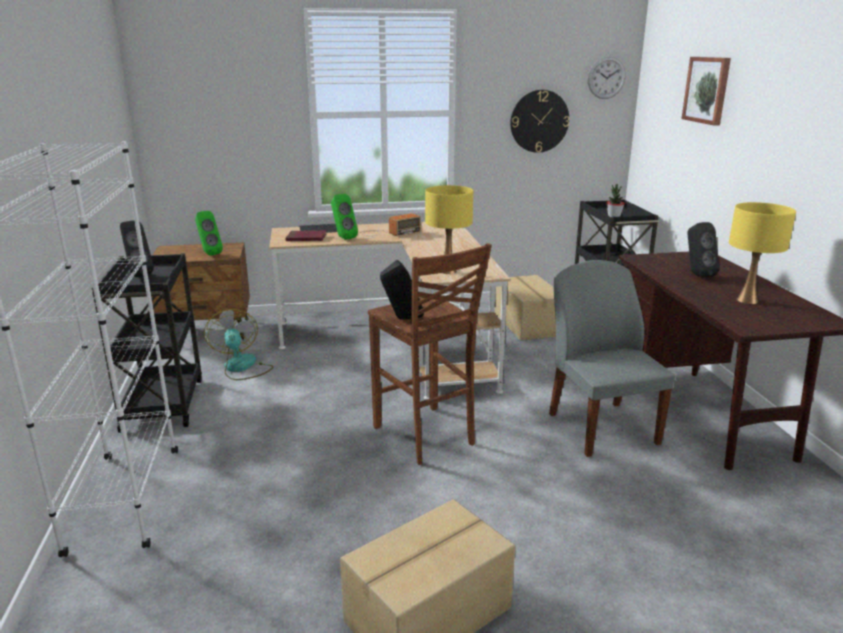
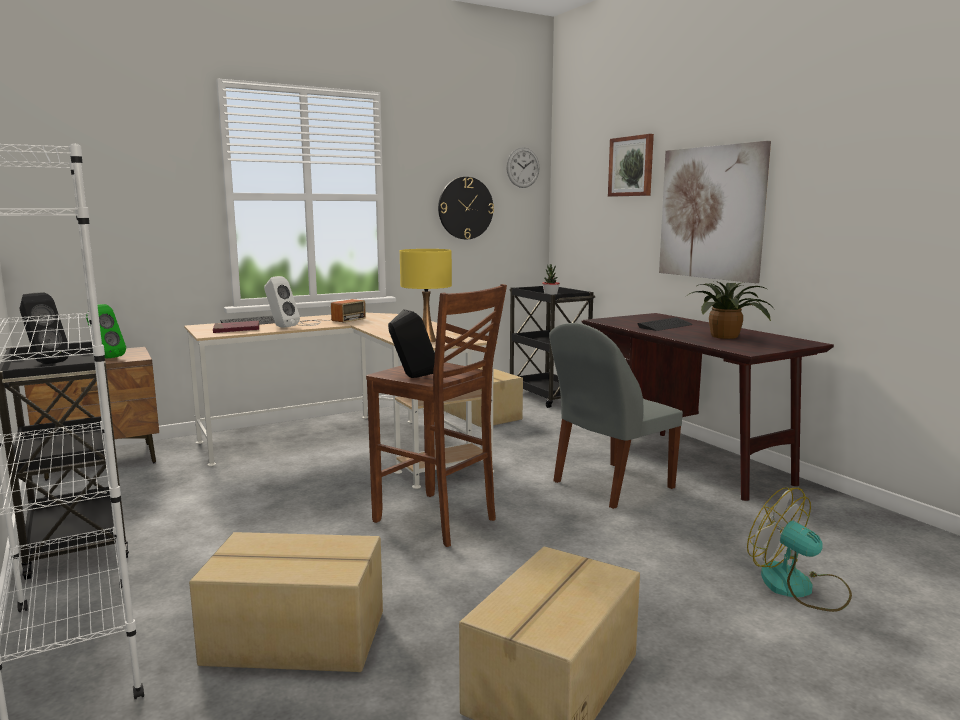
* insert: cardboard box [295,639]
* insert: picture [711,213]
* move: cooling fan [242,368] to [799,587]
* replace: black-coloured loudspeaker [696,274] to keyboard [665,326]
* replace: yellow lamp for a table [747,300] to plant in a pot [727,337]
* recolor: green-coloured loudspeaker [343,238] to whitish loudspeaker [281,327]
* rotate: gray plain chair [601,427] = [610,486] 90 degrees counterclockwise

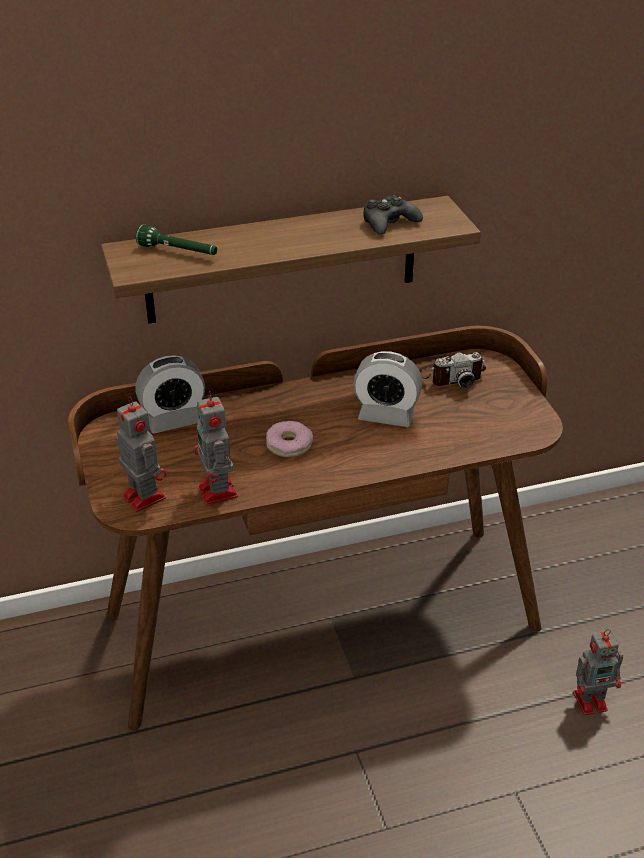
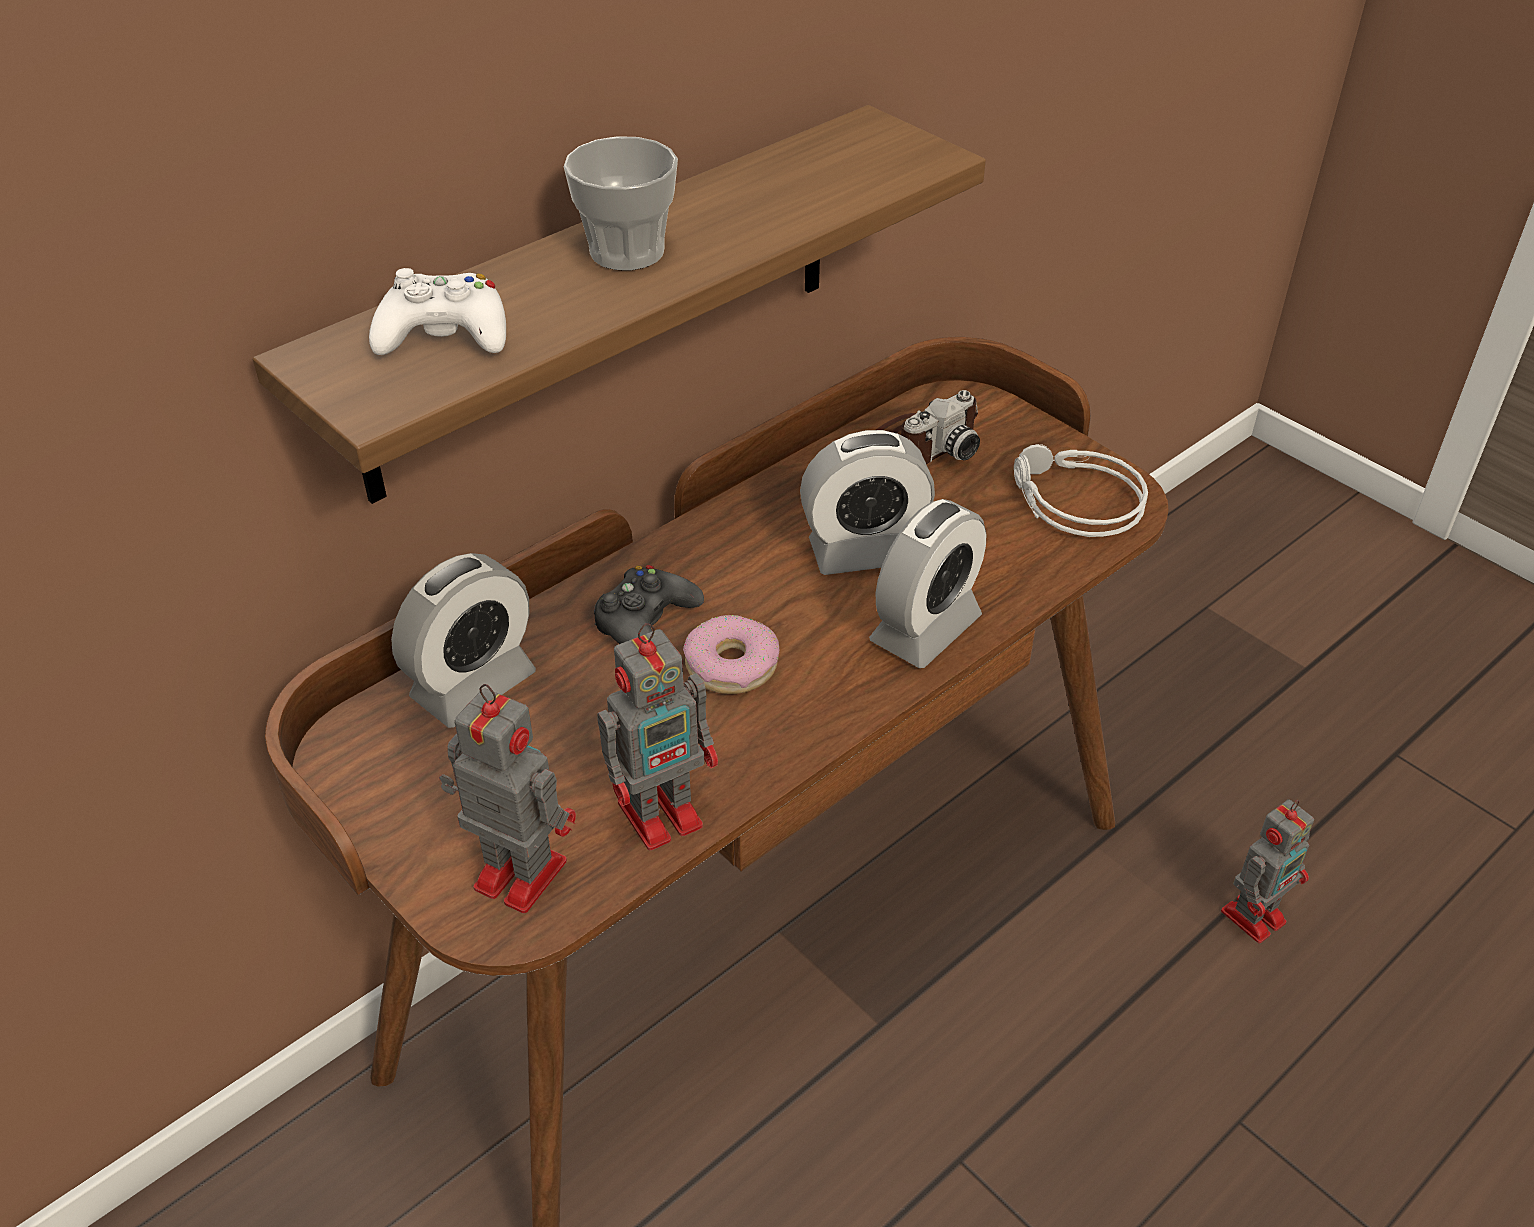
* insert: drinking cup [627,252]
* insert: bedside clock [925,629]
* insert: gray headset [1071,503]
* move: black-coloured gamepad [389,223] to [645,622]
* replace: green-coloured flashlight [178,252] to whitish gamepad [444,334]
* rotate: robot figure [218,493] = [664,812] 75 degrees counterclockwise

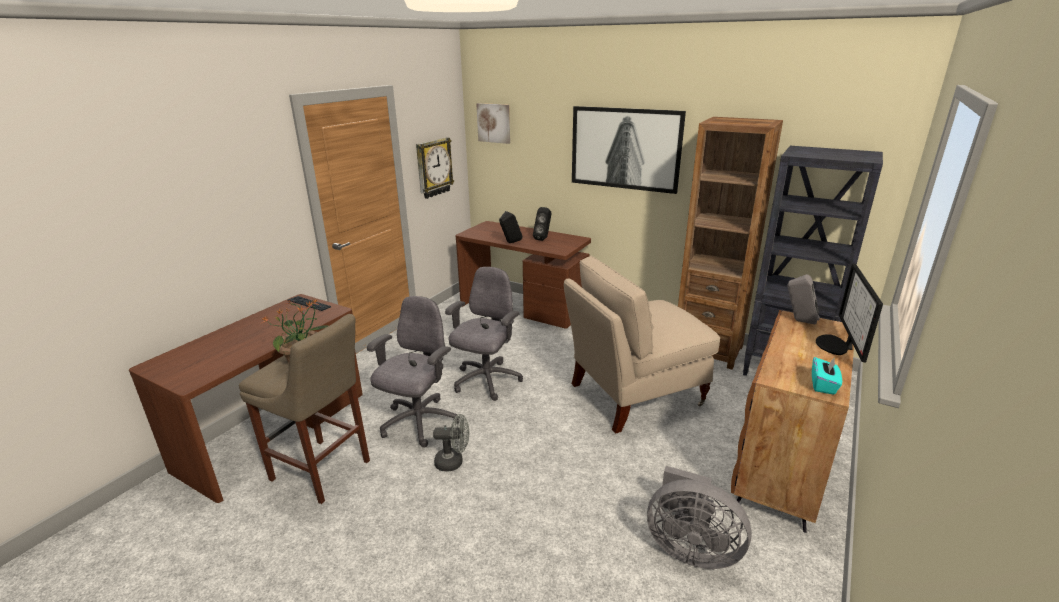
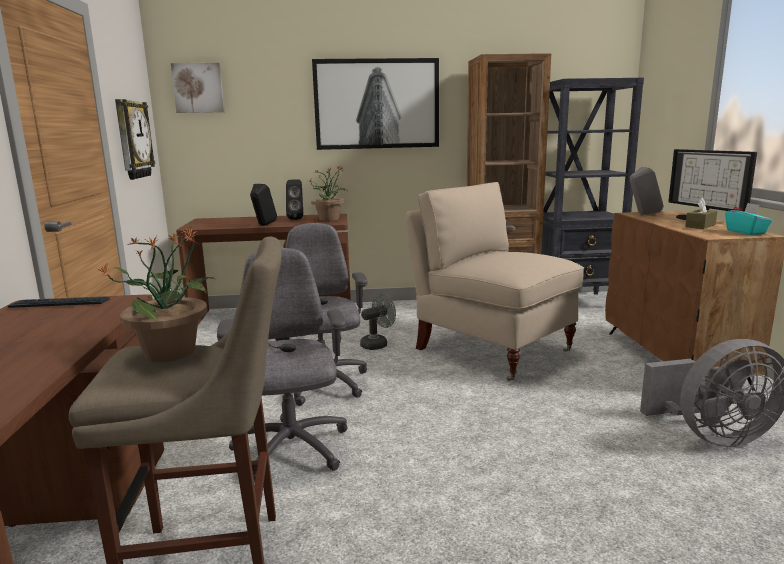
* insert: plant in a pot [329,219]
* insert: brown tissue box [700,226]
* move: gray cooling fan [454,462] to [377,344]
* rotate: beige plain chair [634,395] = [491,349] 105 degrees clockwise

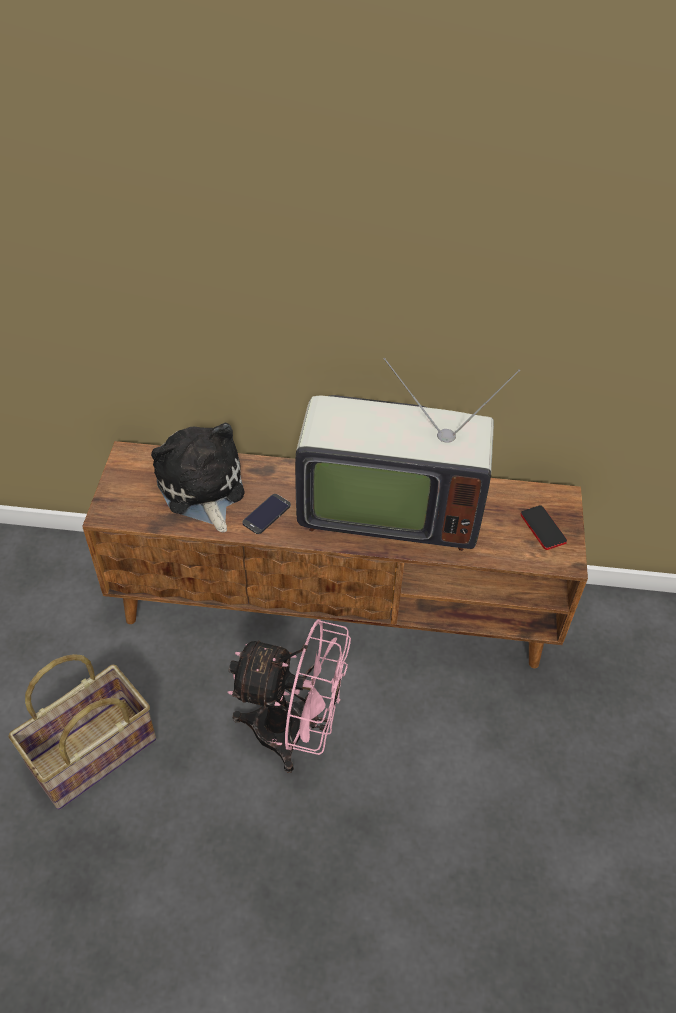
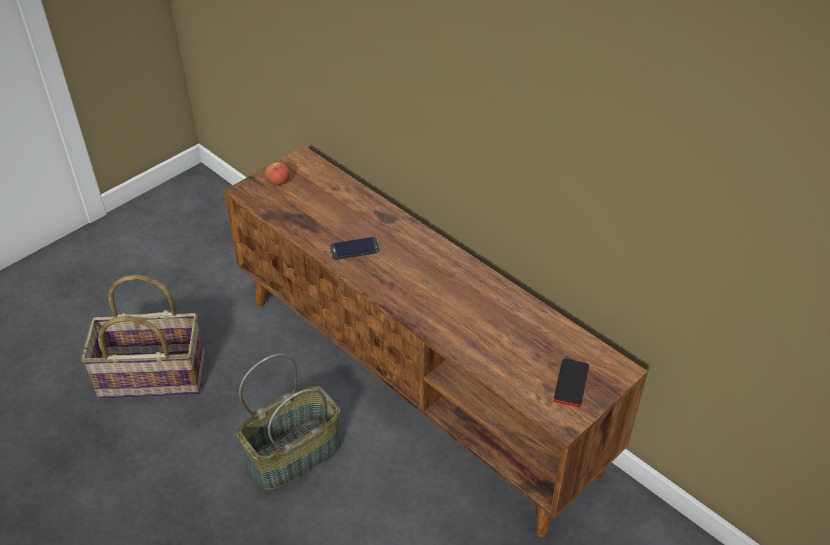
* delete: plush toy [202,489]
* delete: TV [387,508]
* insert: whole apple [278,181]
* replace: pinkish cooling fan [294,732] to storage basket [294,453]

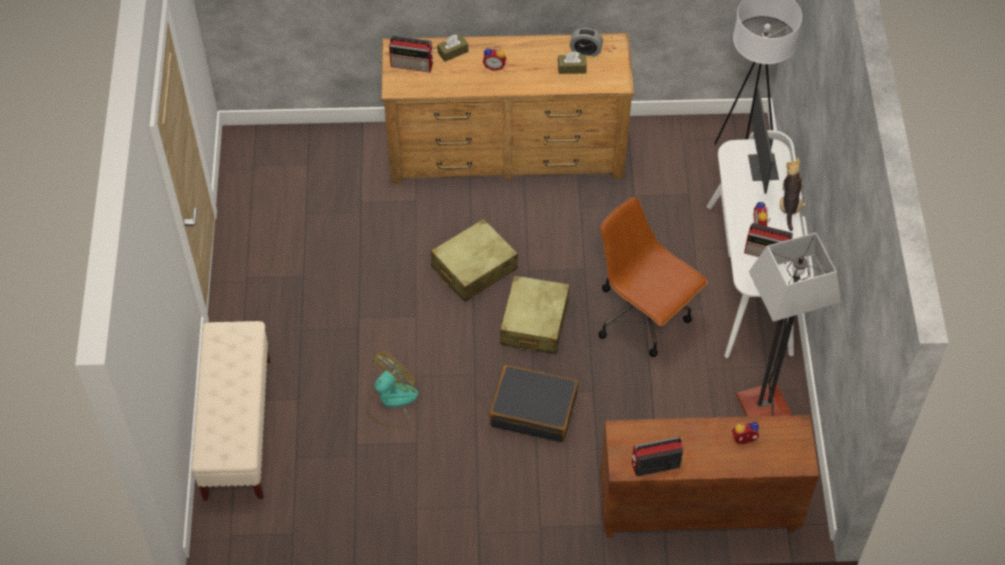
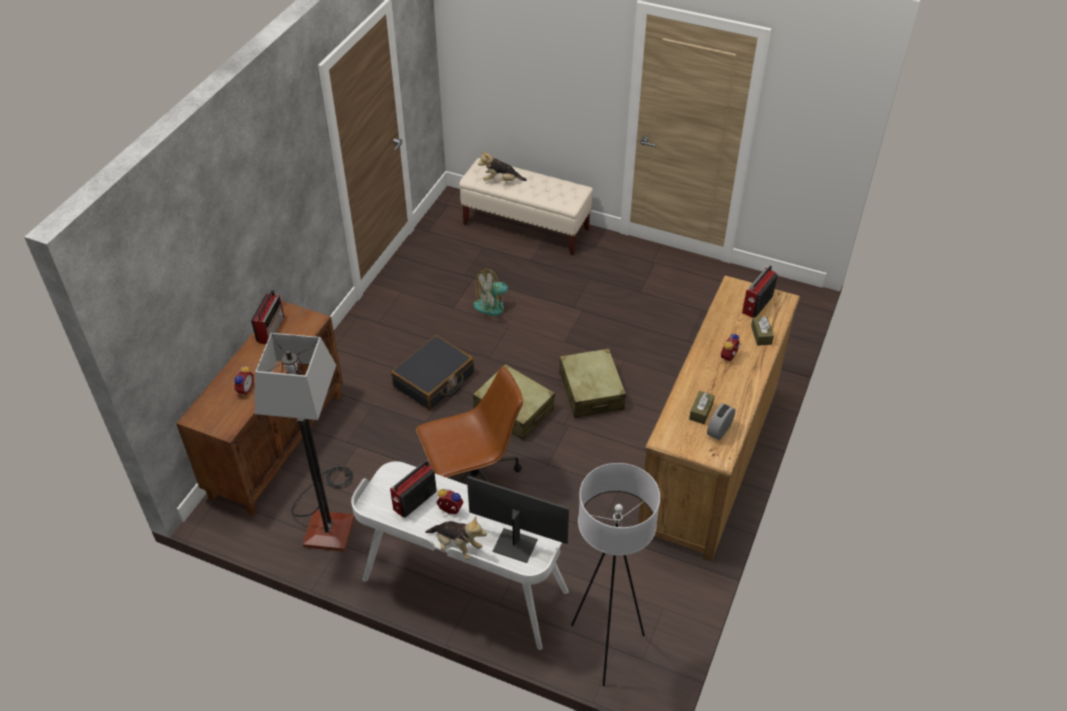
* insert: plush toy [501,181]
* rotate: cooling fan [391,401] = [496,305] 90 degrees clockwise

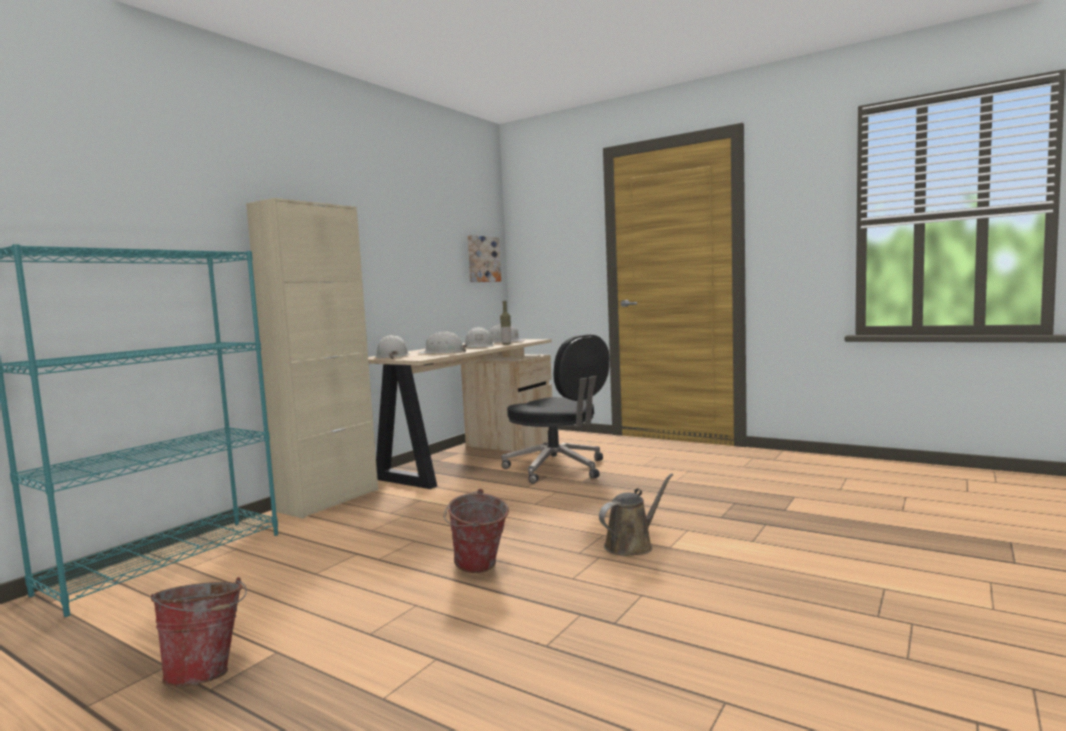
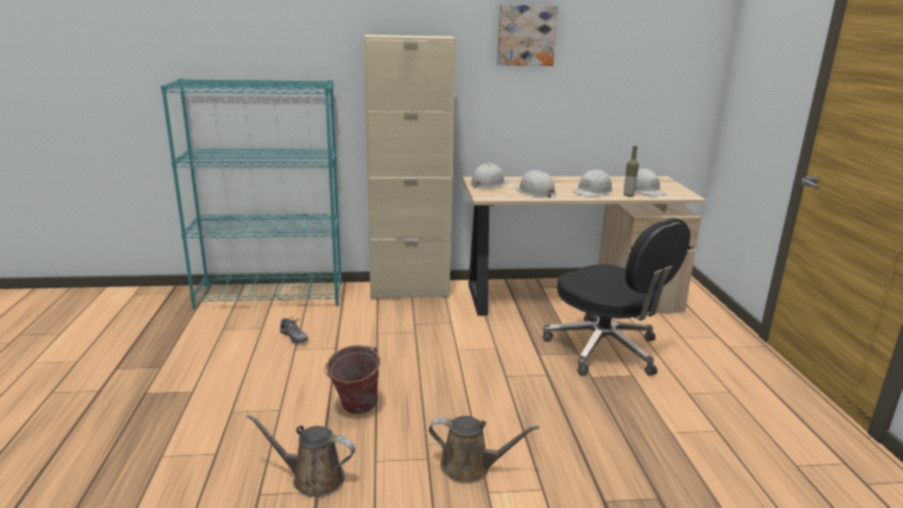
* delete: bucket [207,672]
* insert: brown watering can [313,478]
* insert: item of footwear [294,337]
* move: picture [482,259] to [526,35]
* rotate: black-coloured desk chair [558,469] = [605,350] 45 degrees counterclockwise

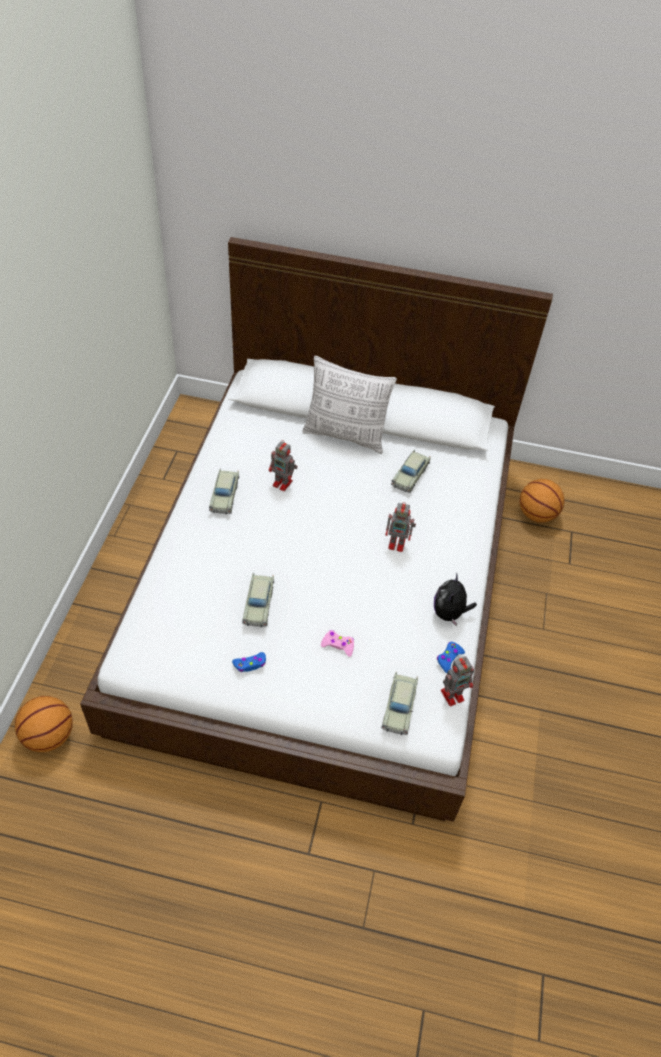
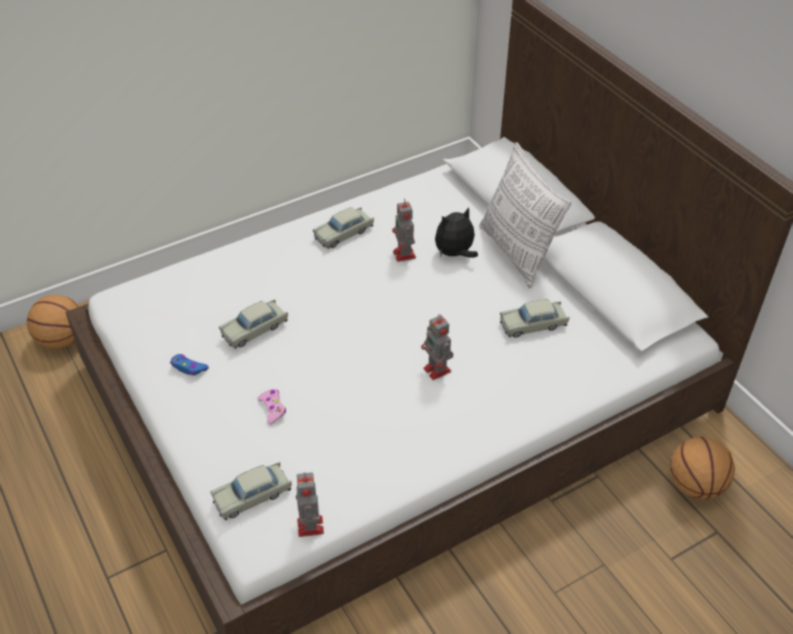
* delete: blue-coloured gamepad [449,658]
* move: plush toy [449,613] to [455,254]
* rotate: robot figure [453,695] = [310,527] 60 degrees clockwise

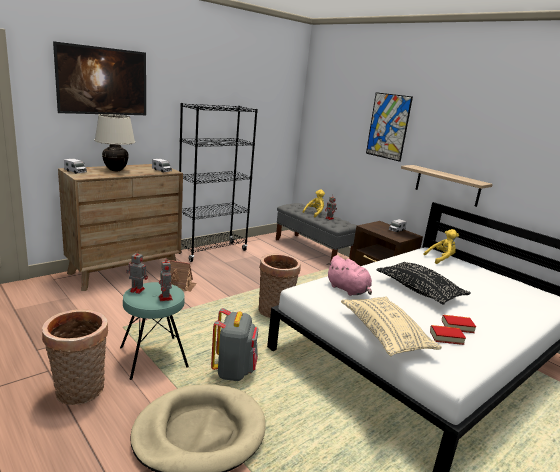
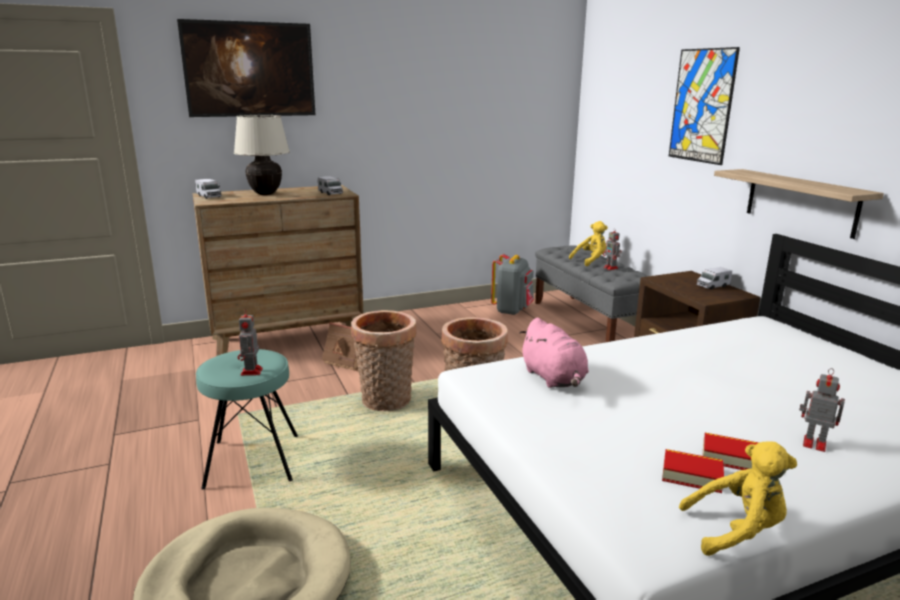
* delete: black-coloured shelving unit [212,252]
* delete: beige throw pillow [385,334]
* delete: black-coloured throw pillow [419,290]
* move: storage basket [79,392] to [385,402]
* move: robot figure [136,290] to [812,443]
* move: gray knapsack [234,371] to [512,310]
* move: yellow plush toy [441,259] to [736,531]

